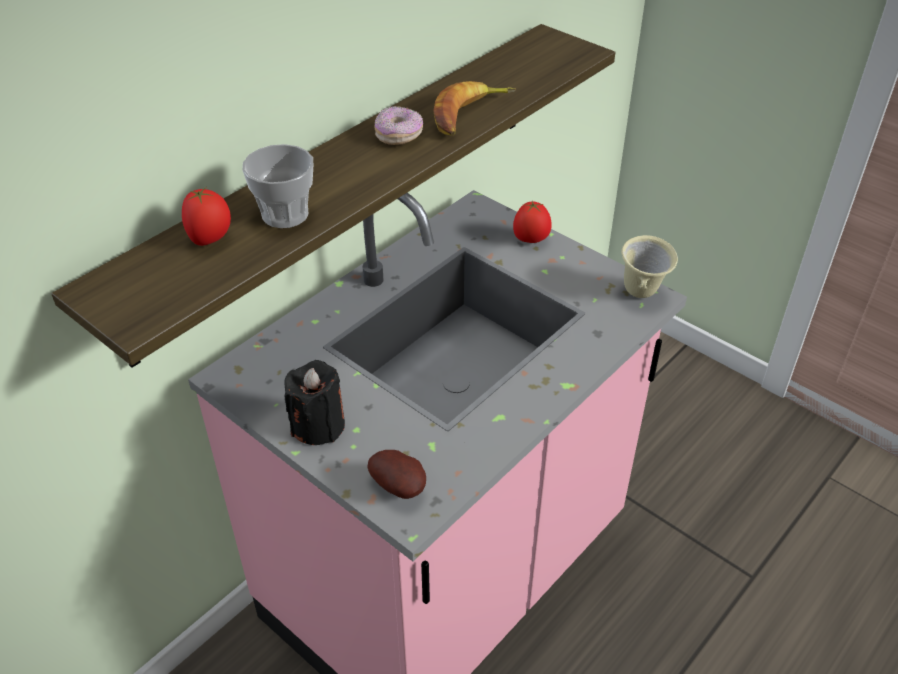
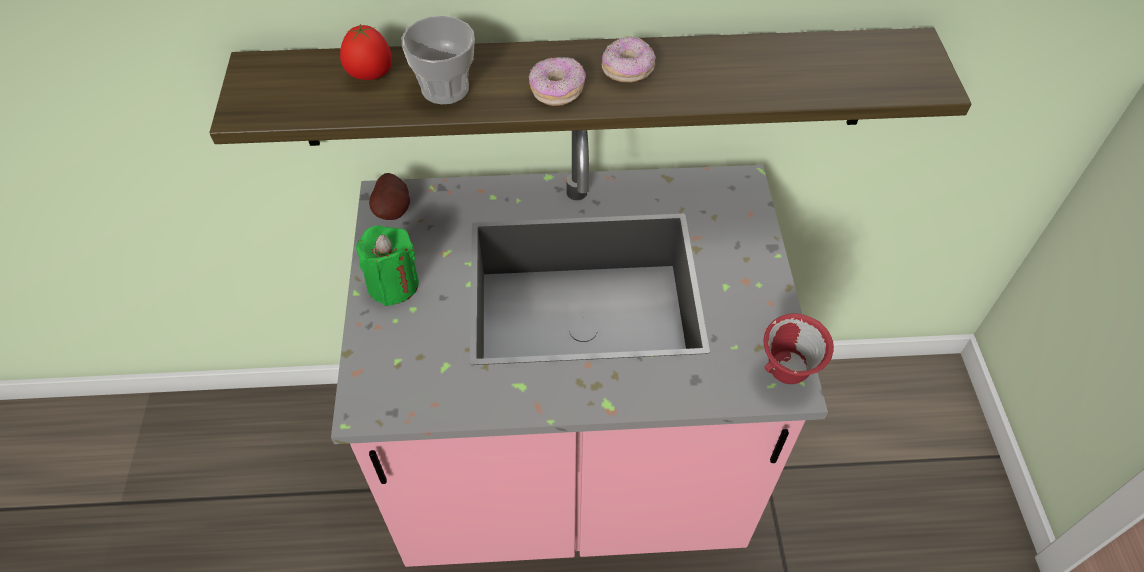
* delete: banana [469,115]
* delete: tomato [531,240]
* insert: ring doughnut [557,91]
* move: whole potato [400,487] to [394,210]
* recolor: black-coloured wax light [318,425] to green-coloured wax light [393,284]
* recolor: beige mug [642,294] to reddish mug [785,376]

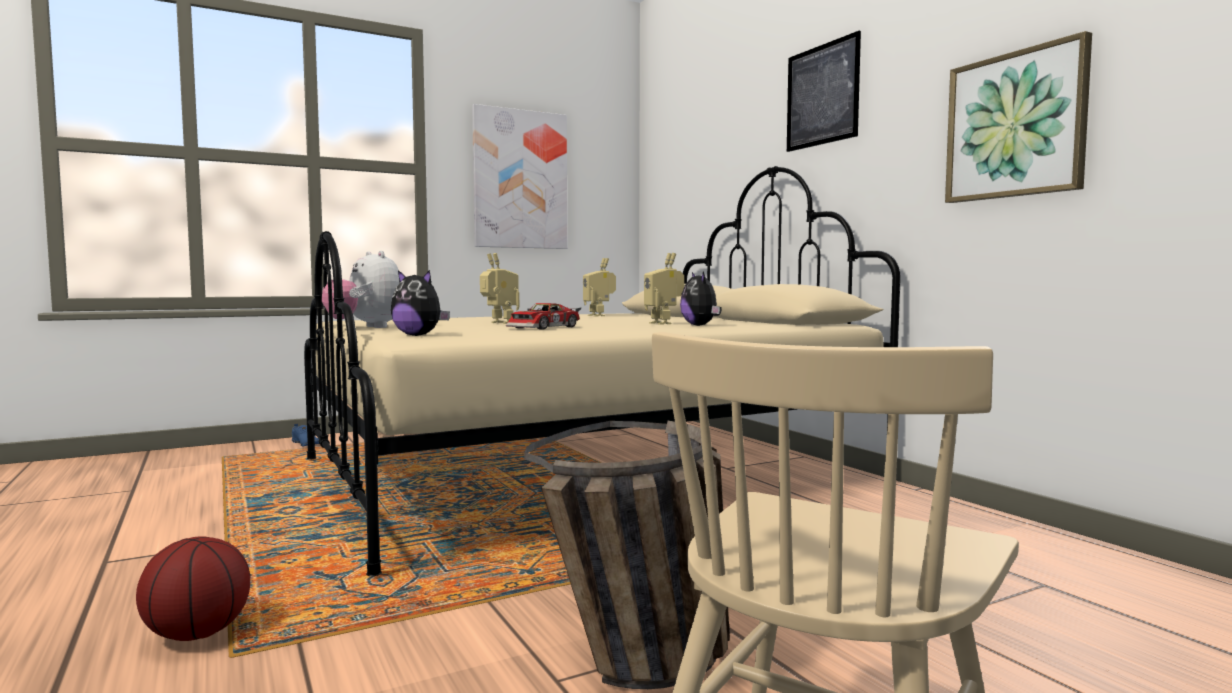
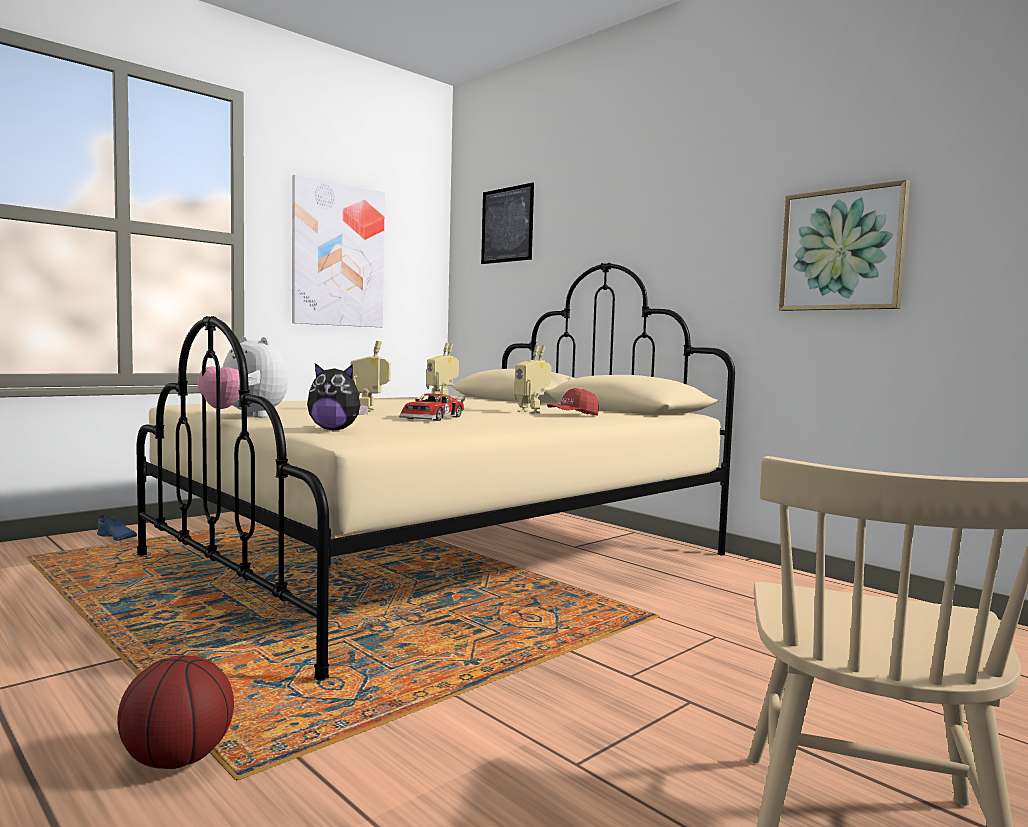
* delete: storage basket [647,671]
* move: picture [822,95] to [507,225]
* replace: plush toy [701,325] to reddish cap [573,415]
* rotate: robot figure [499,323] = [370,410] 120 degrees counterclockwise

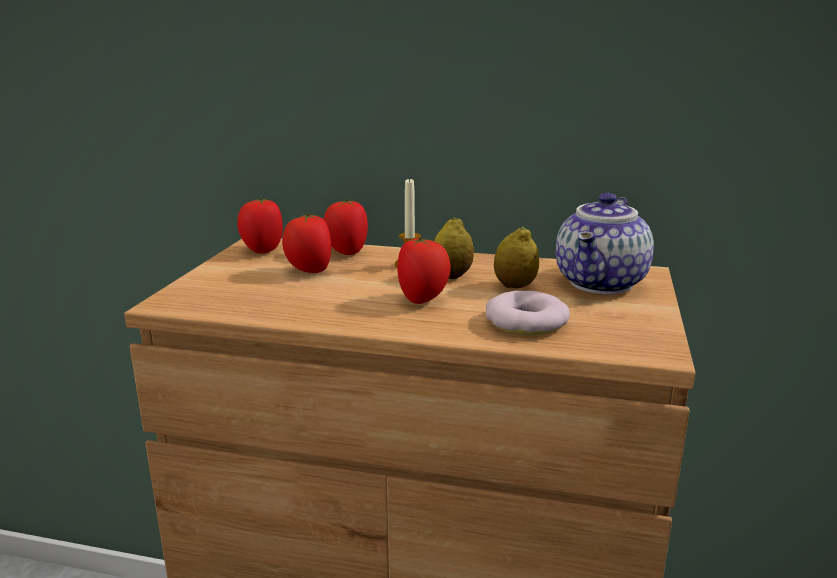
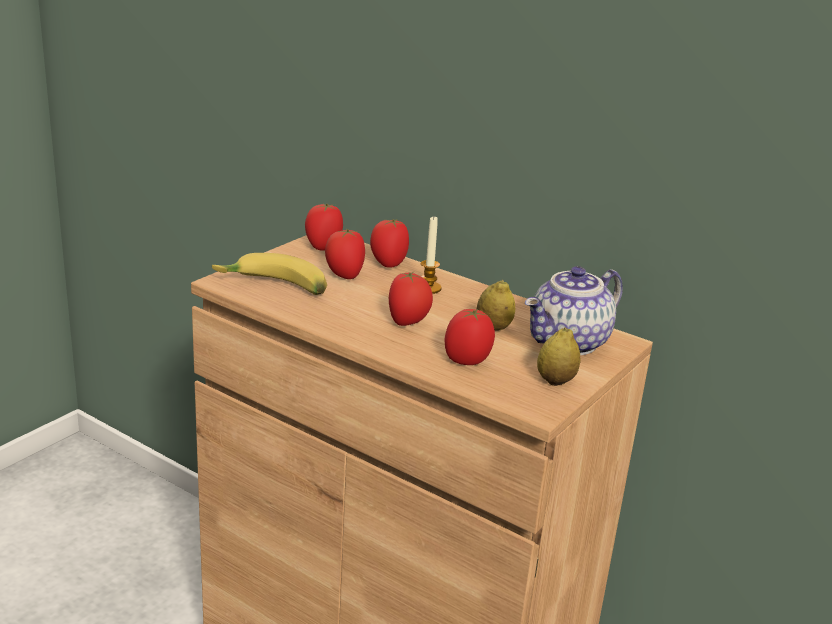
* insert: banana [274,288]
* move: citrus fruit [452,276] to [555,381]
* replace: ring doughnut [526,322] to tomato [467,360]

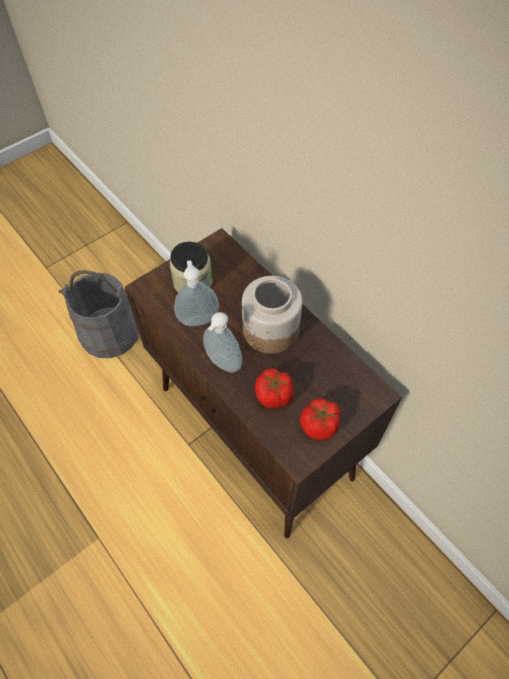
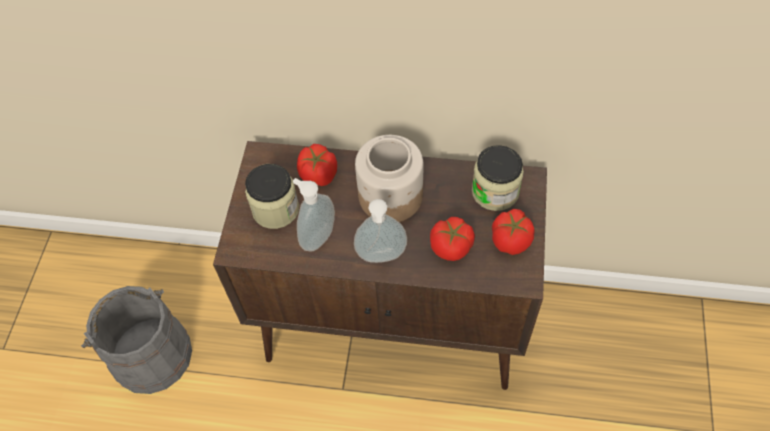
* insert: tomato [319,175]
* insert: preserve jar [495,192]

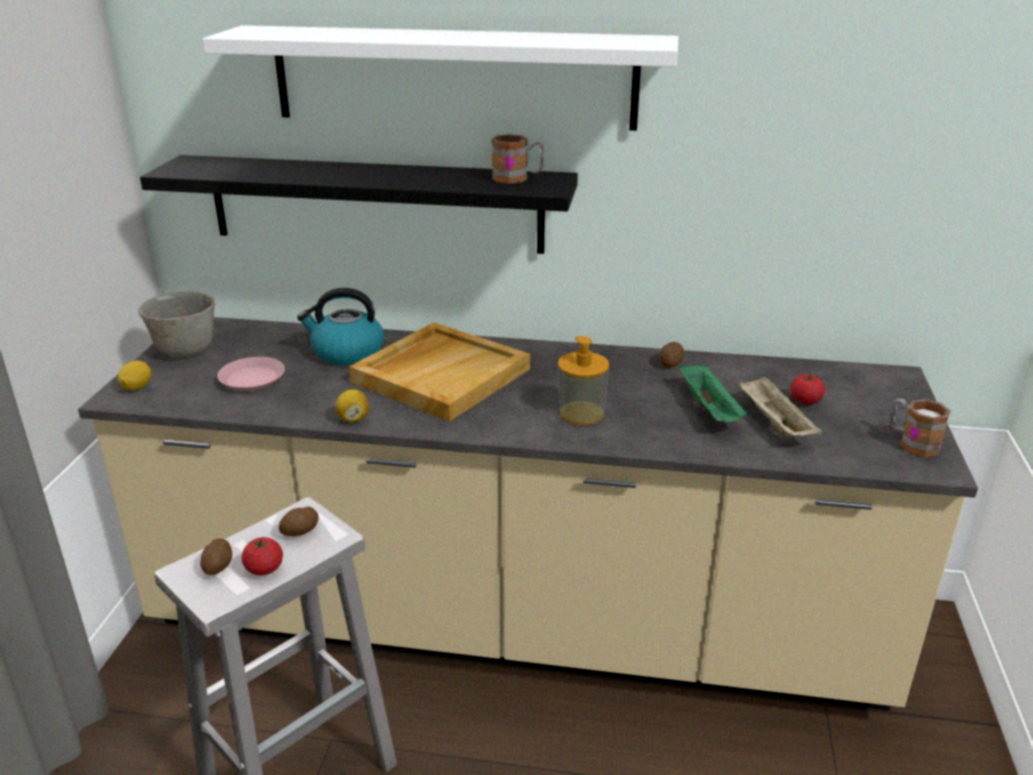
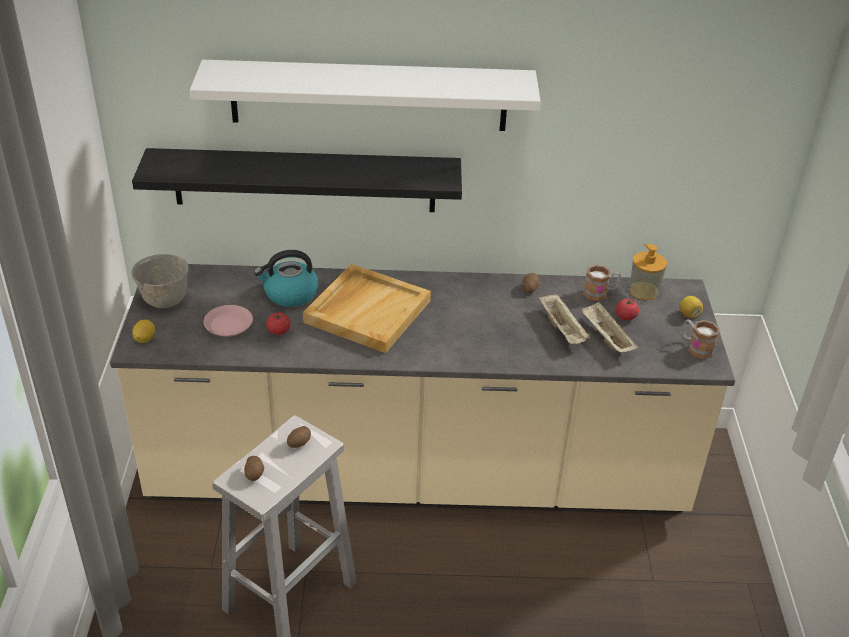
* move: tomato [264,569] to [278,331]
* move: citrus fruit [353,419] to [689,315]
* move: mug [517,178] to [600,293]
* move: soap bottle [581,413] to [643,291]
* recolor: green-coloured tray [710,410] to beige tray [562,329]

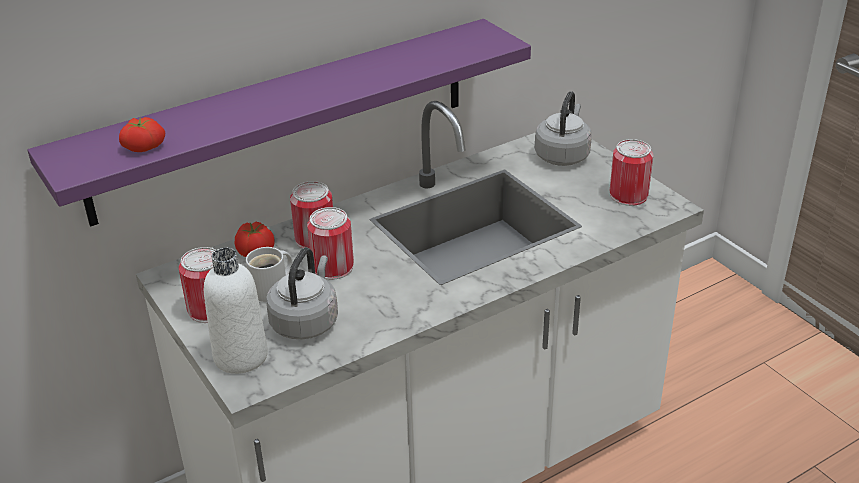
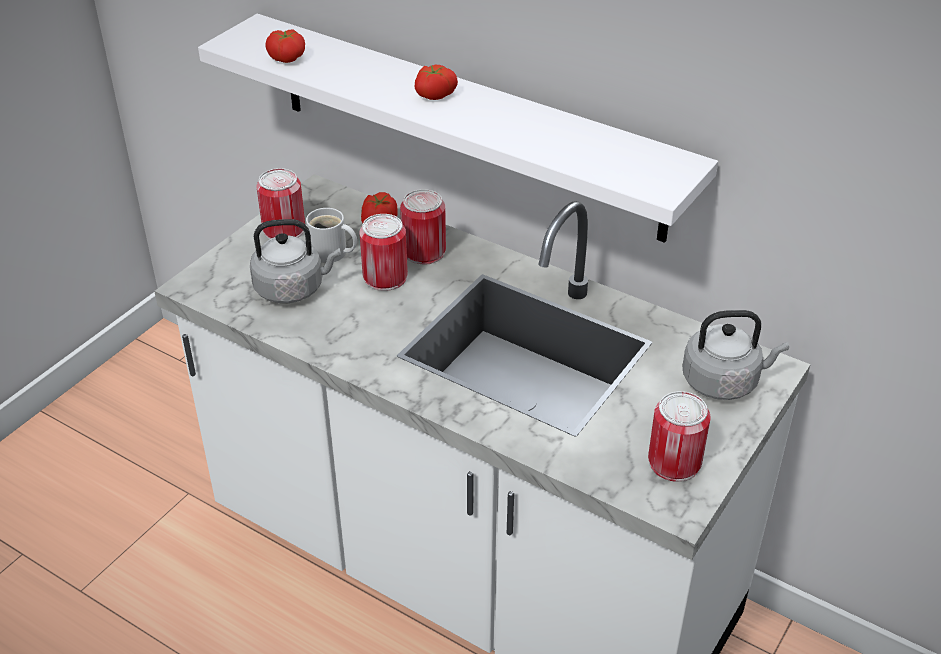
* delete: whitish bottle [240,356]
* insert: tomato [434,94]
* recolor: purplish wall shelf [283,119] to whitish wall shelf [465,125]

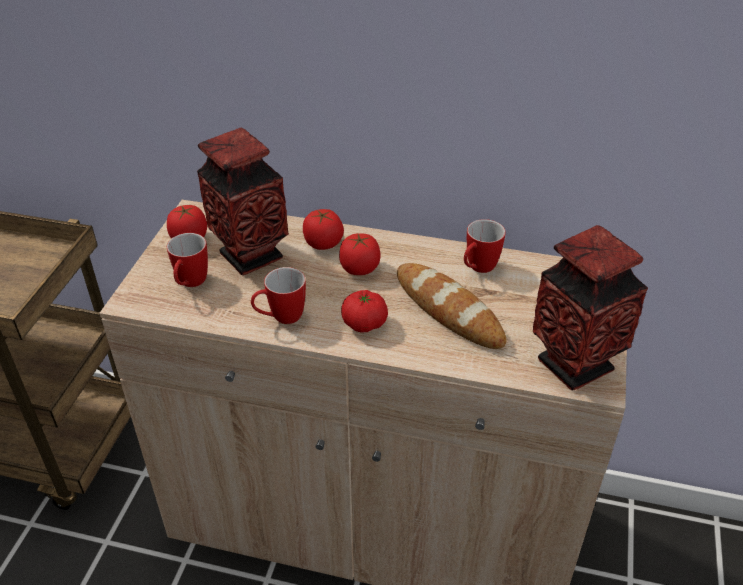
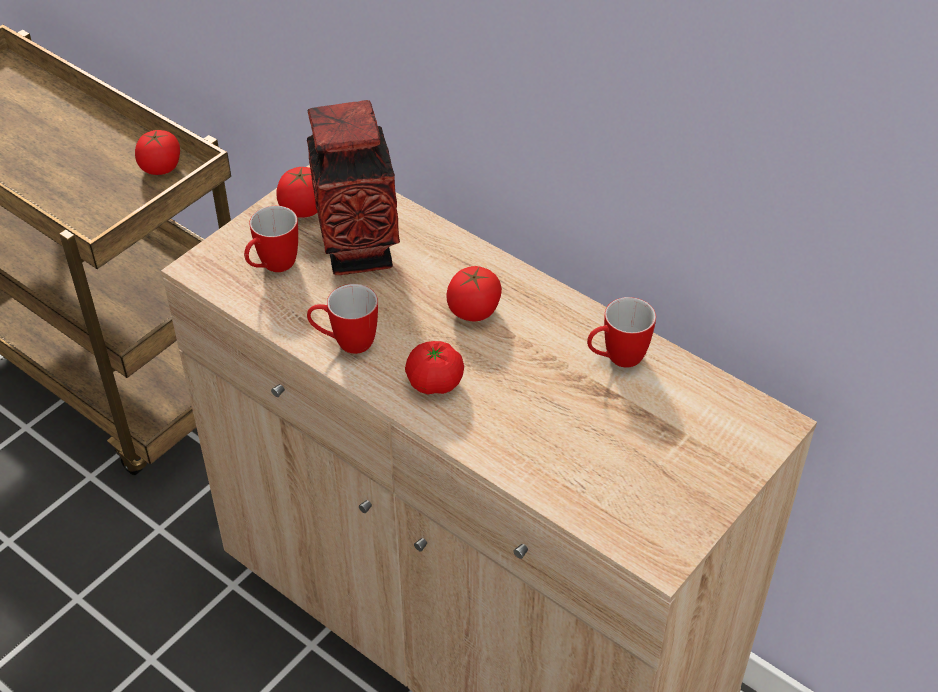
* delete: baked bread [448,310]
* delete: vase [574,365]
* move: tomato [323,243] to [161,167]

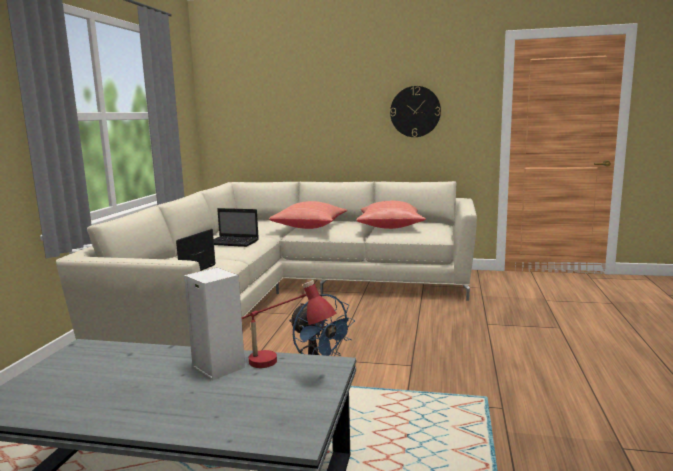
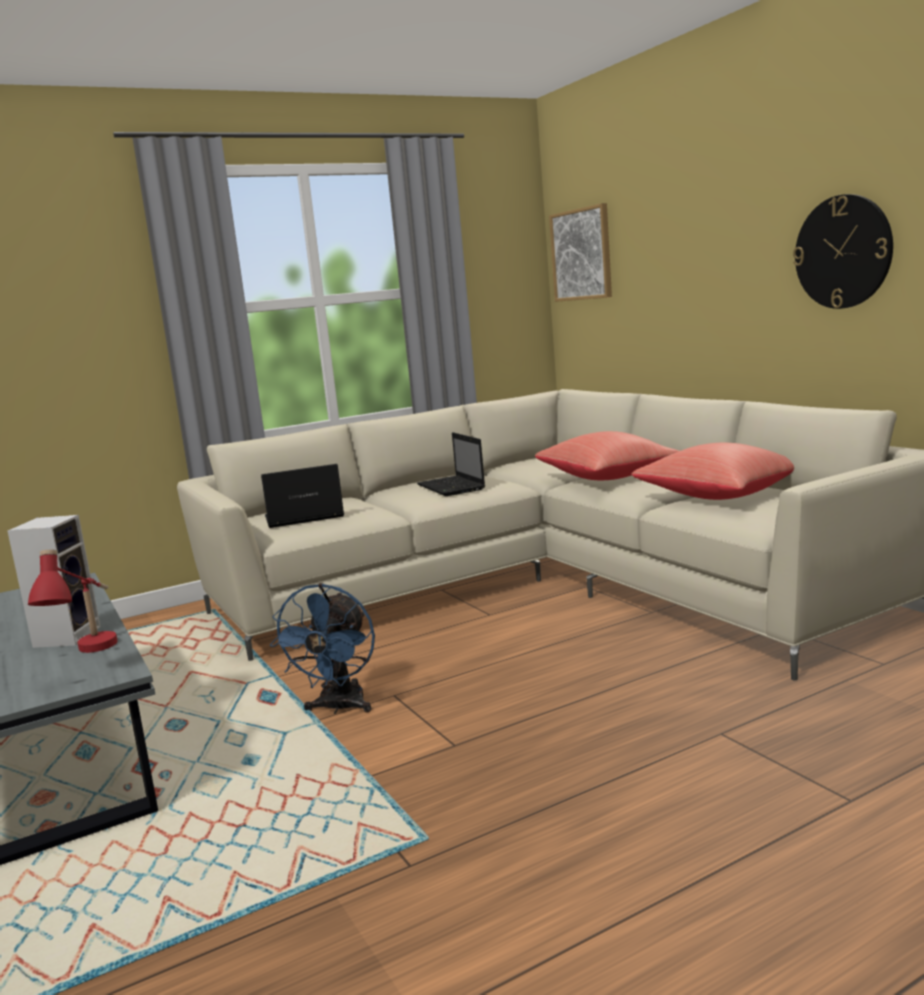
* insert: picture [582,254]

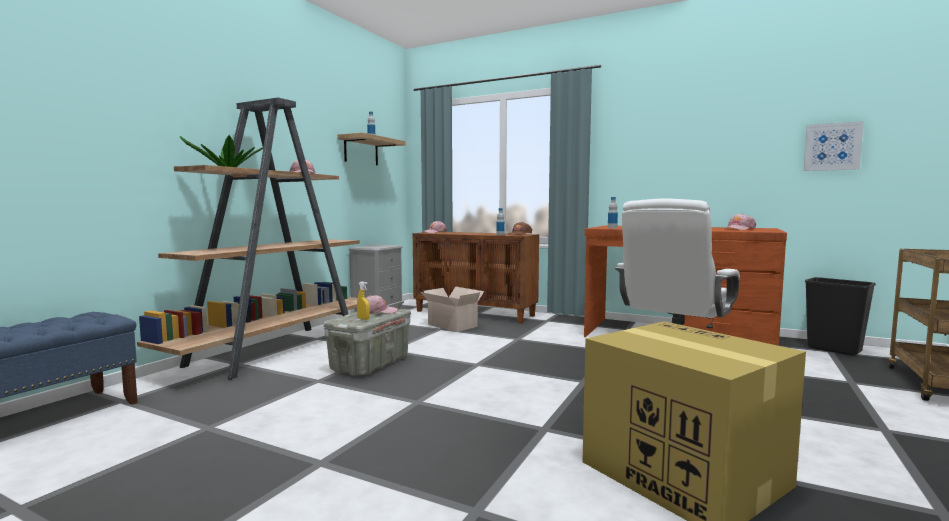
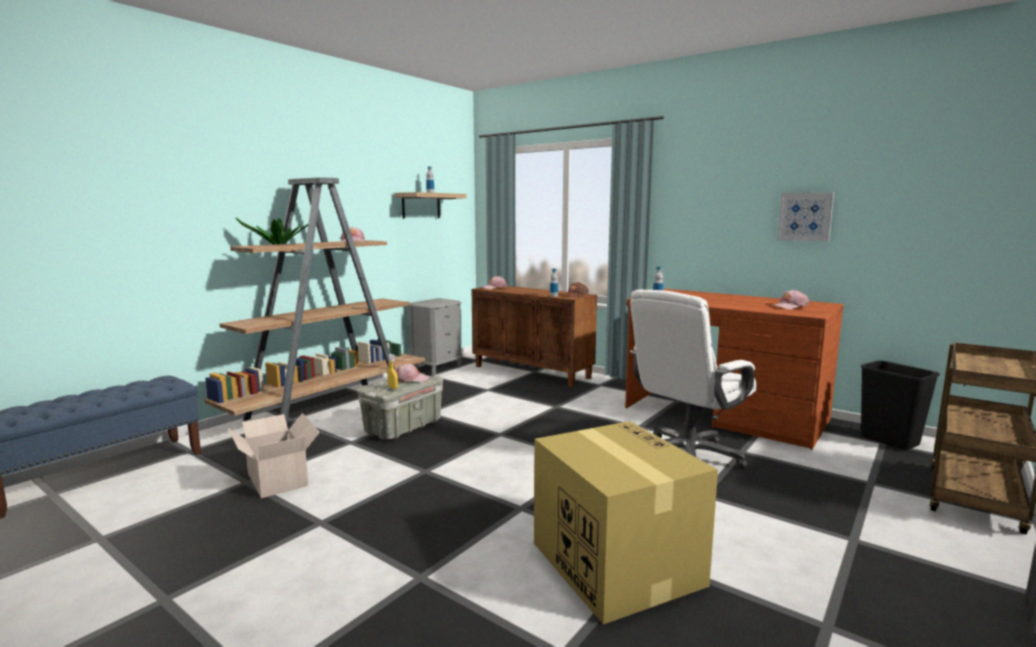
* move: cardboard box [451,325] to [277,478]
* move: picture [832,147] to [805,217]

